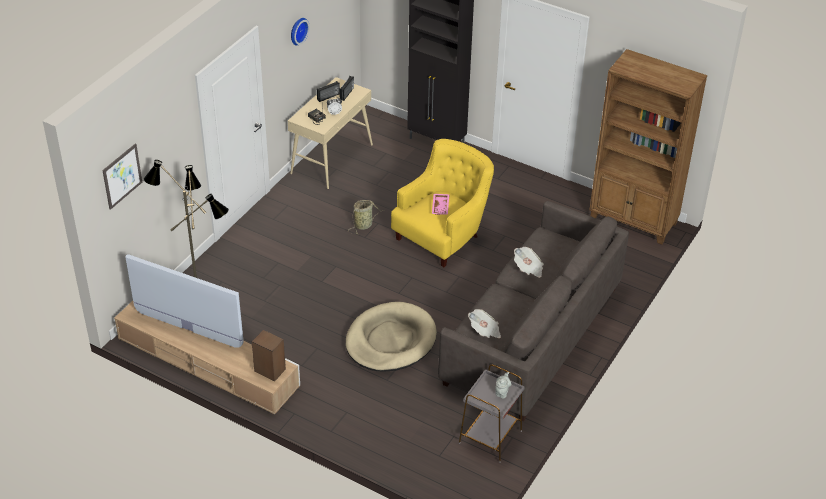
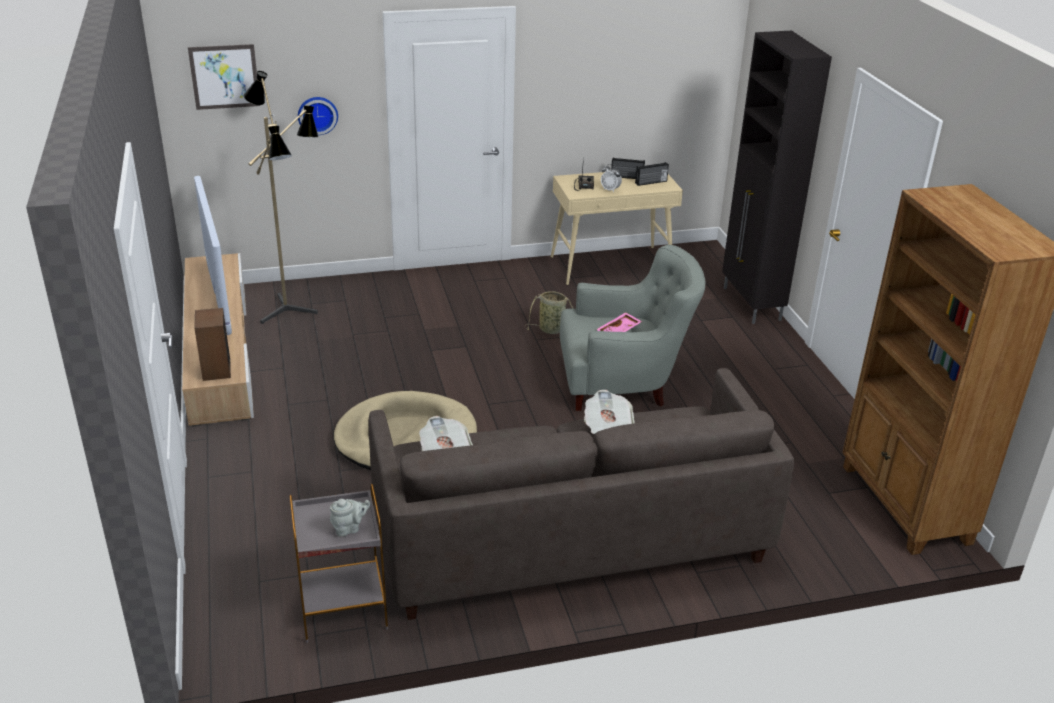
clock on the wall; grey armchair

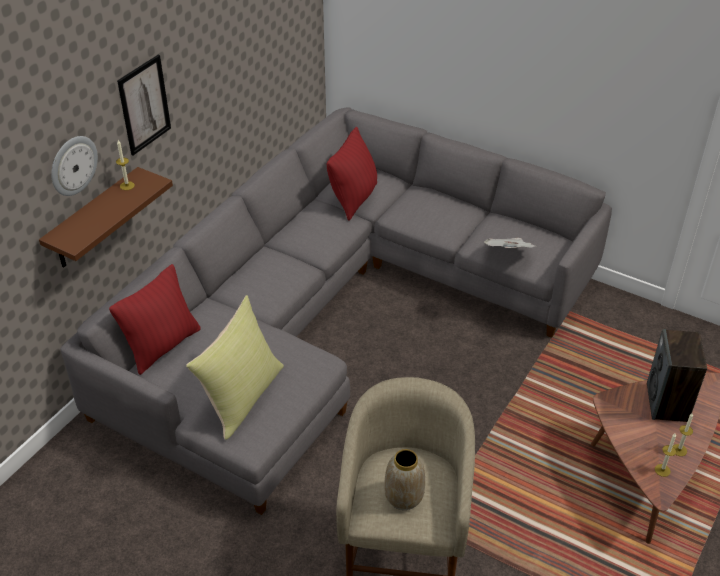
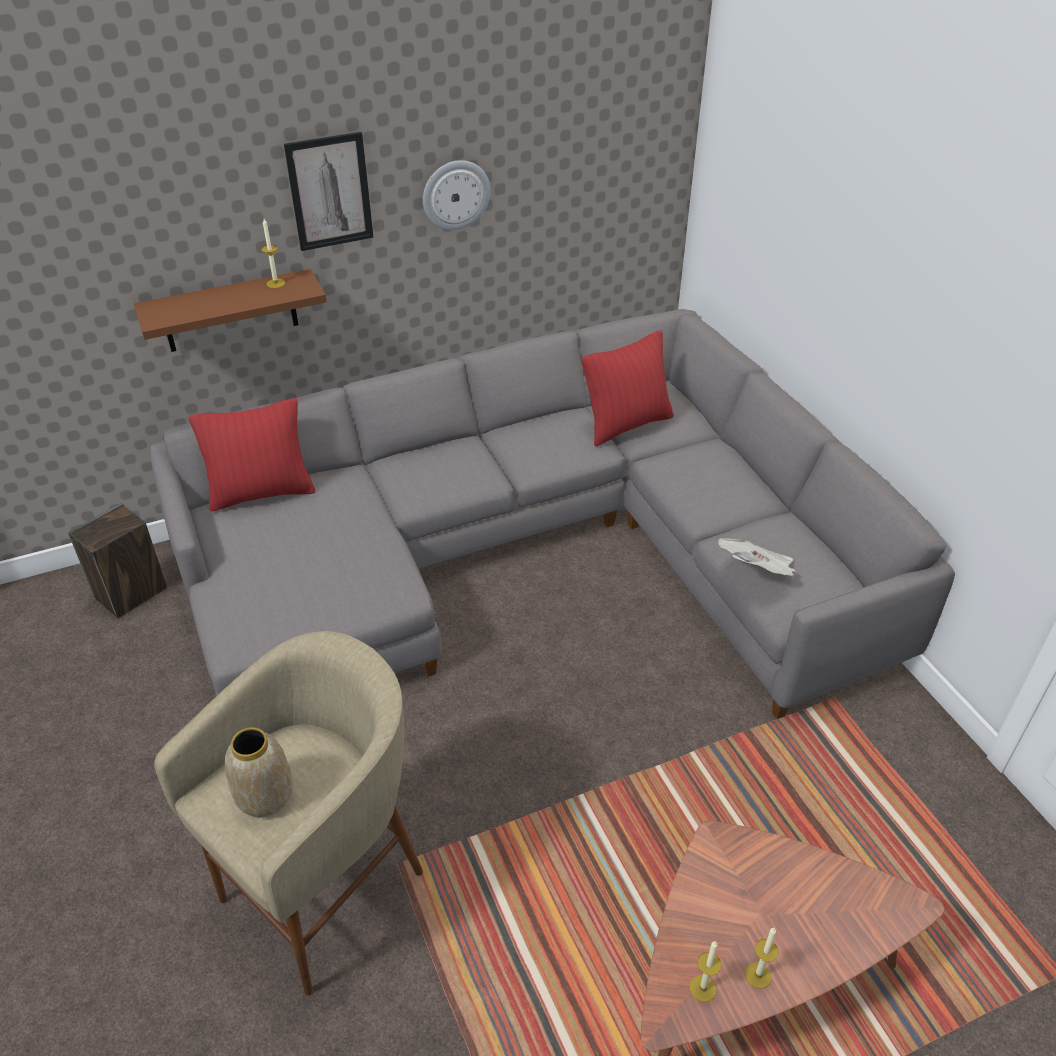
clock on the wall; yellow throw pillow; audio speaker

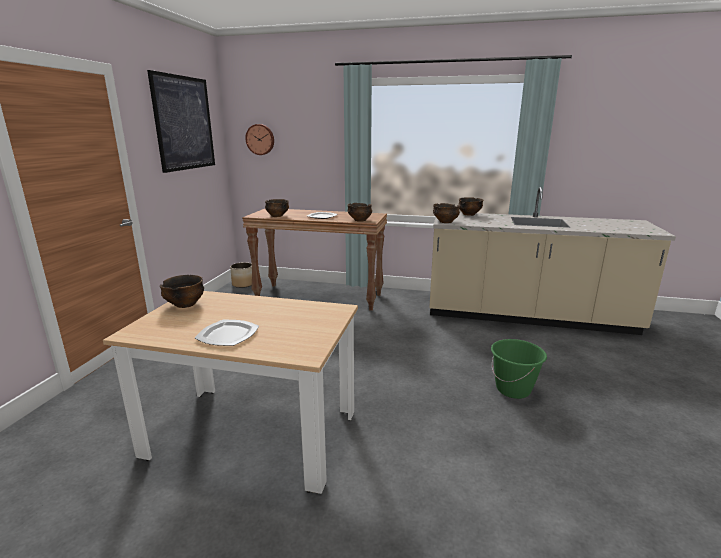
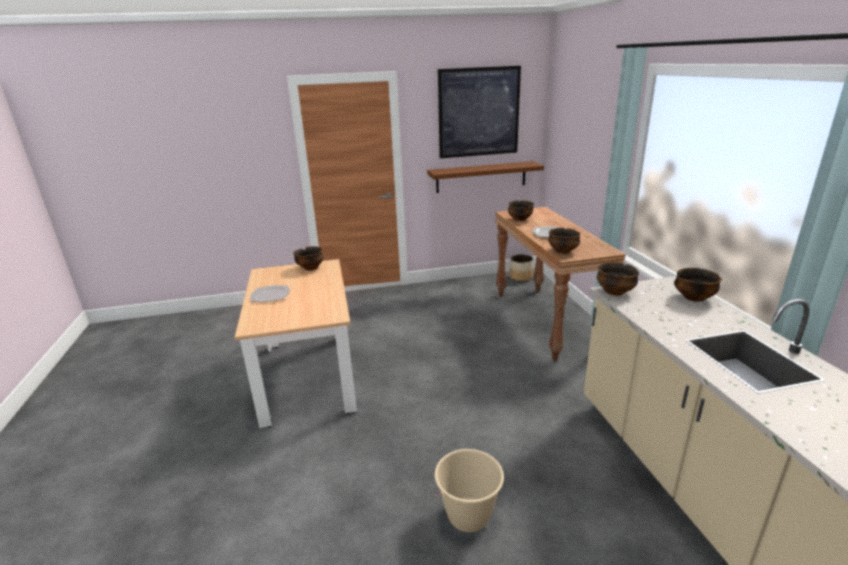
clock on the wall; beige pail; brownish shelf

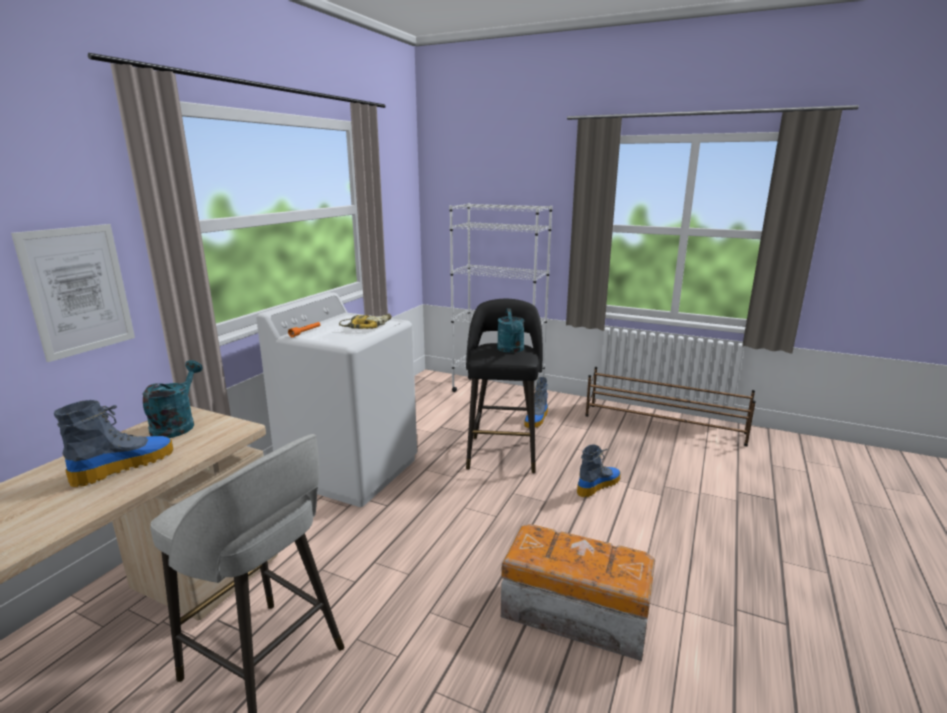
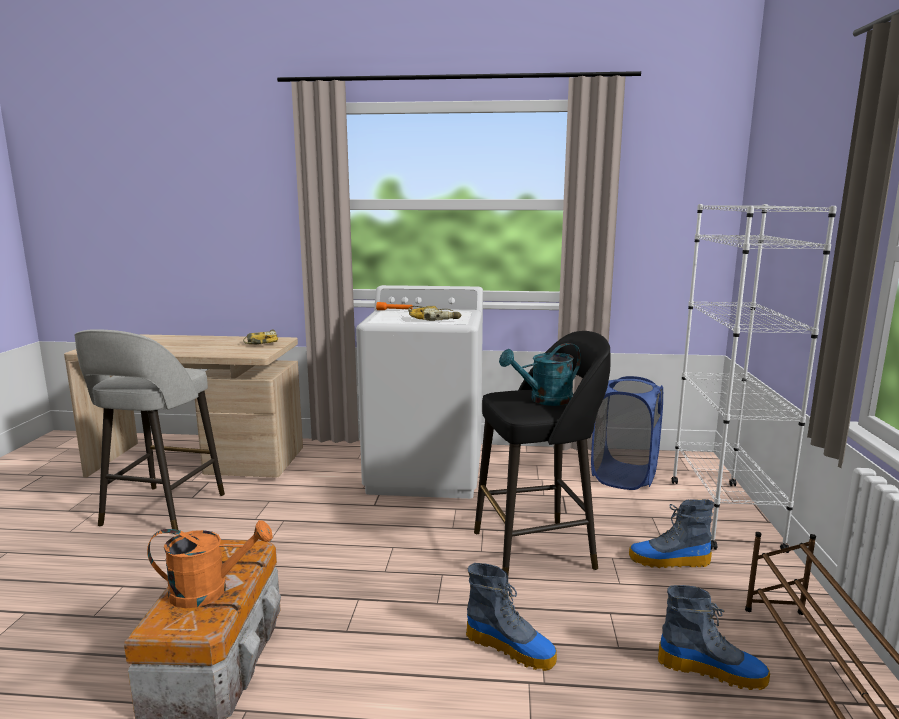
wall art; power drill (1st from left); boot (3rd from left); blue hamper; orange watering can

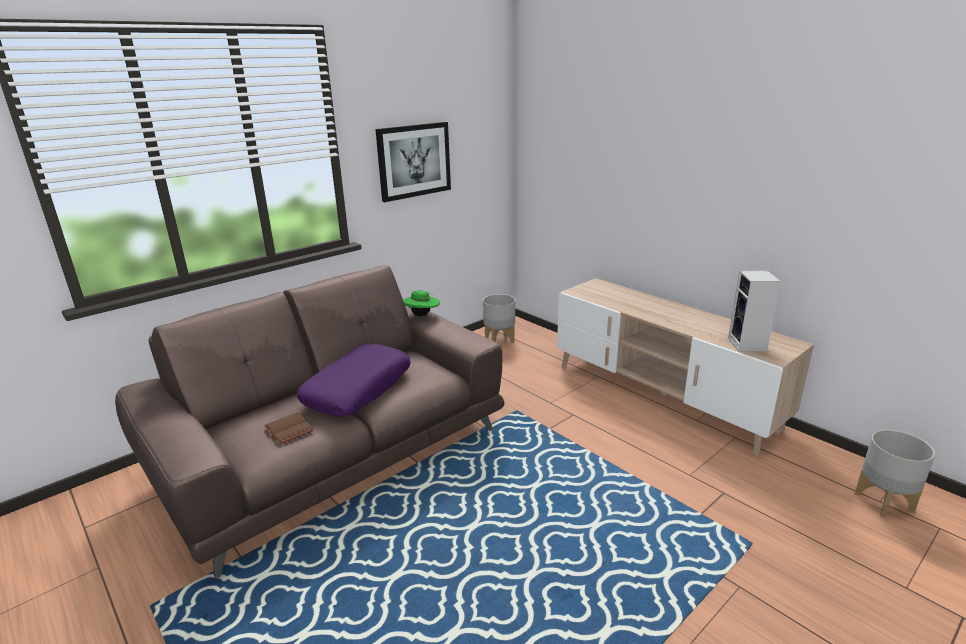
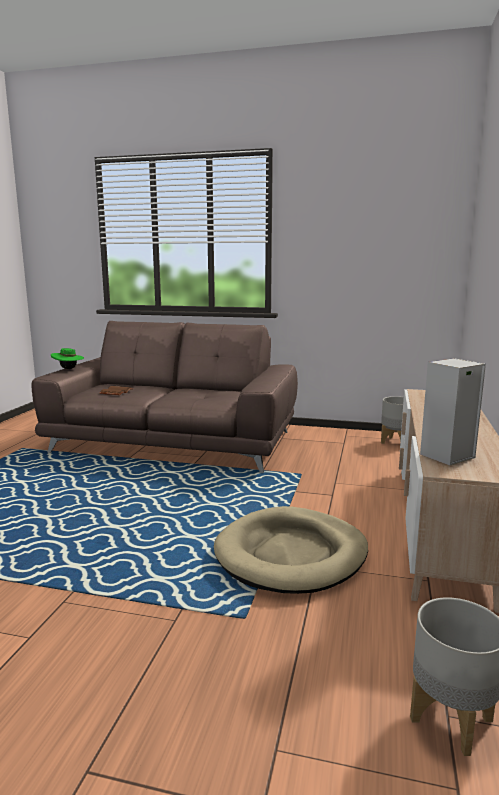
wall art; greenish wearable hat; purple-coloured throw pillow; beige pet bed

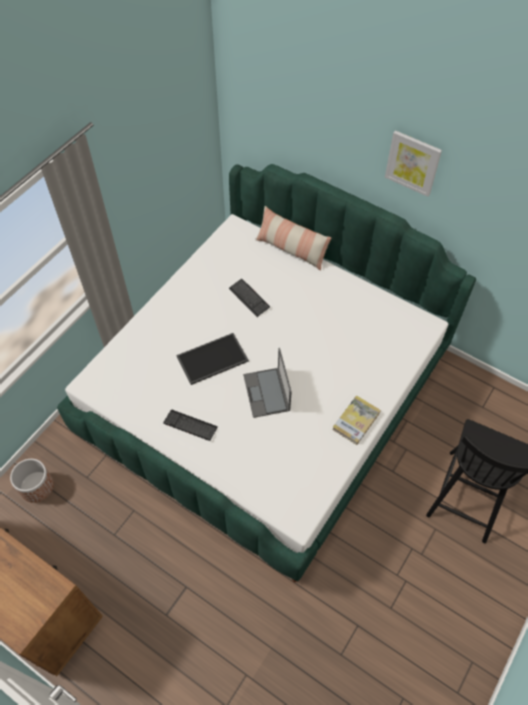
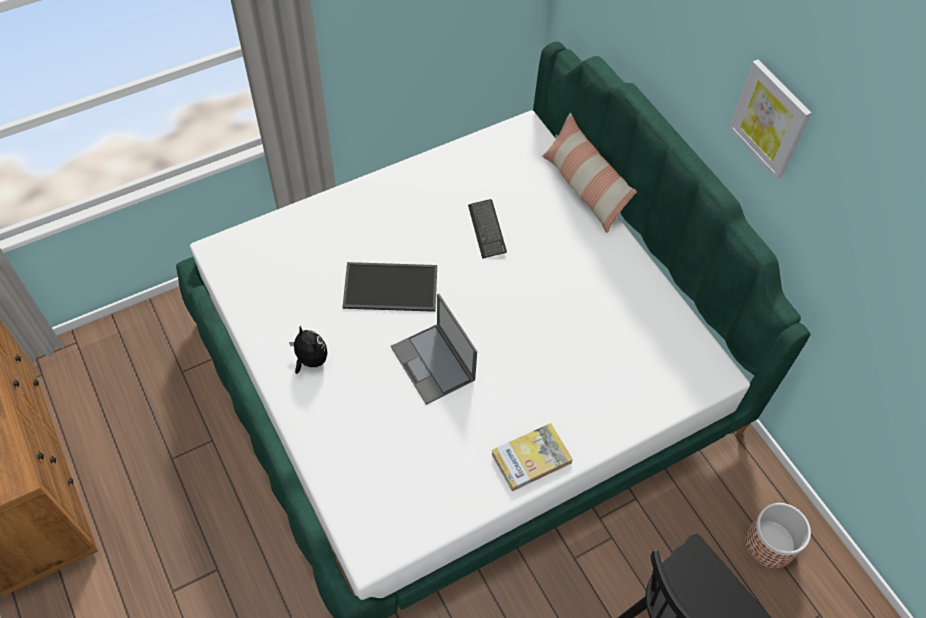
notebook computer; cuddly toy; flower pot

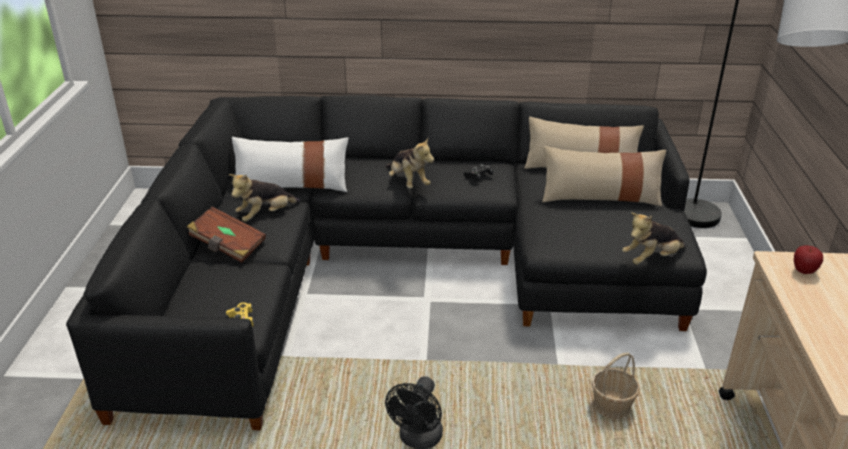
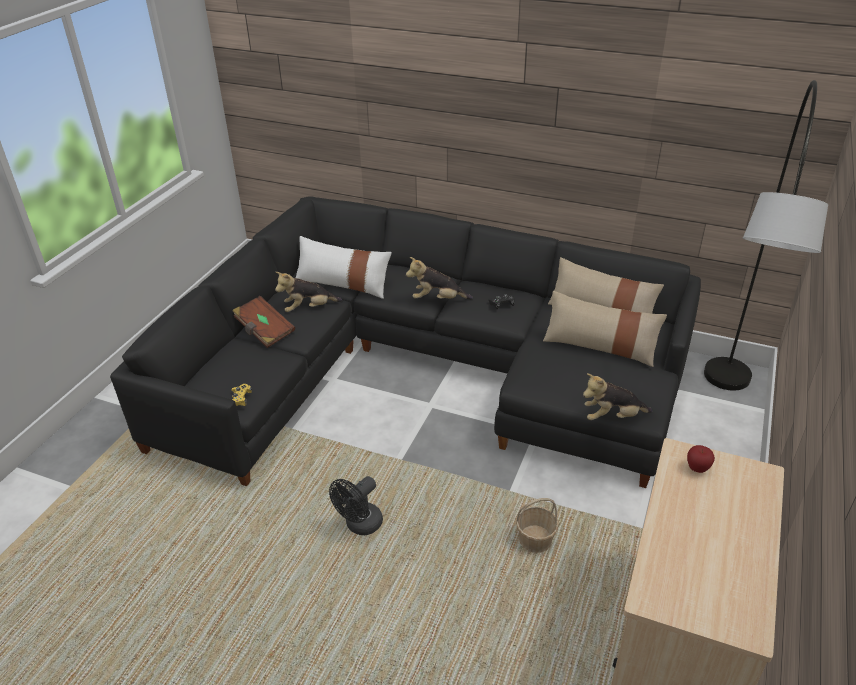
cuddly toy (2nd from left)

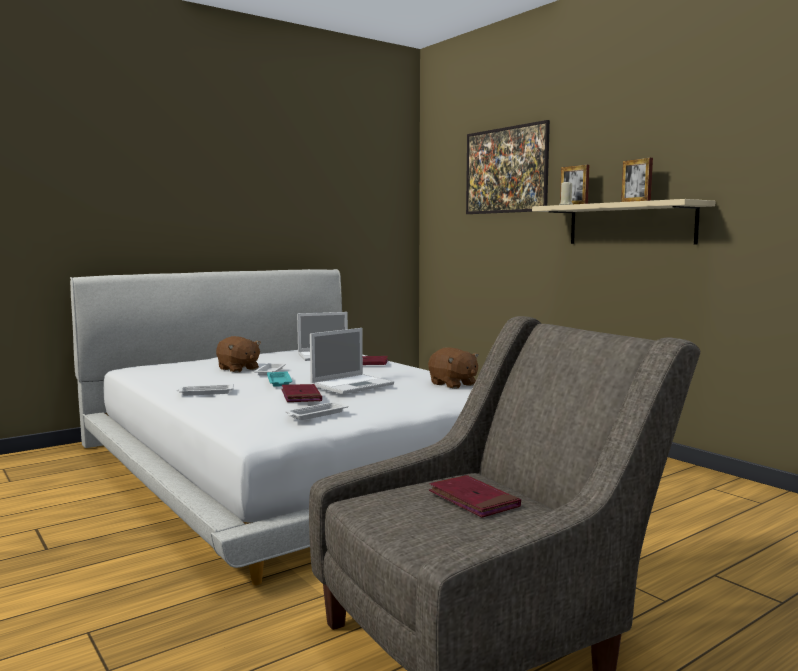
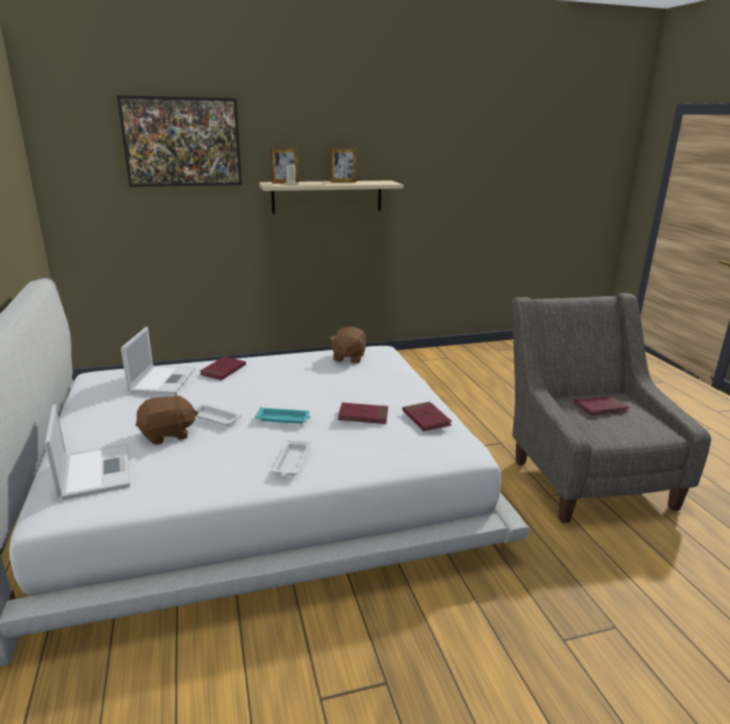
notebook computer (1st from left); brownish cuddly toy (2nd from left); red-coloured bound book (3rd from left)

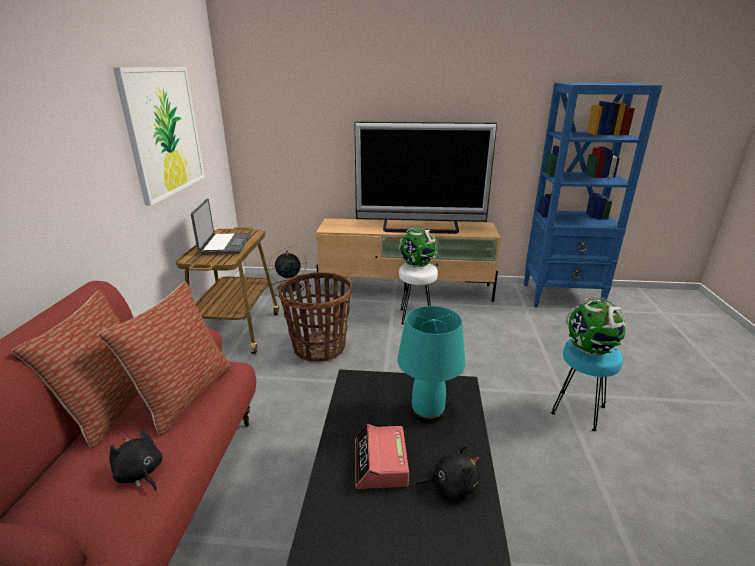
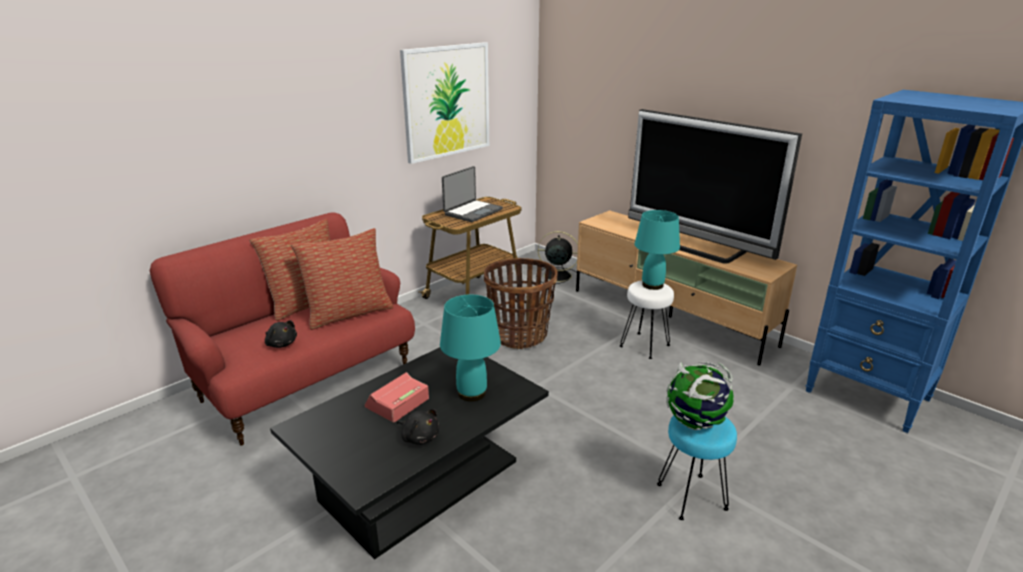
turquoise tabletop lamp (2nd from left); black-coloured cuddly toy (1st from left)

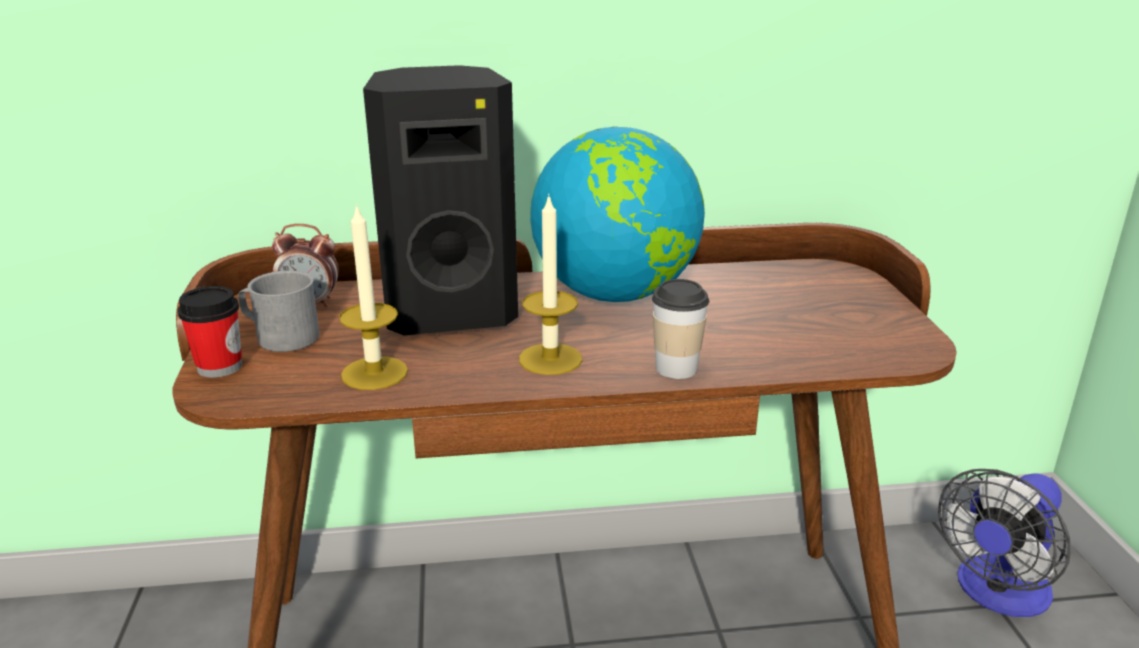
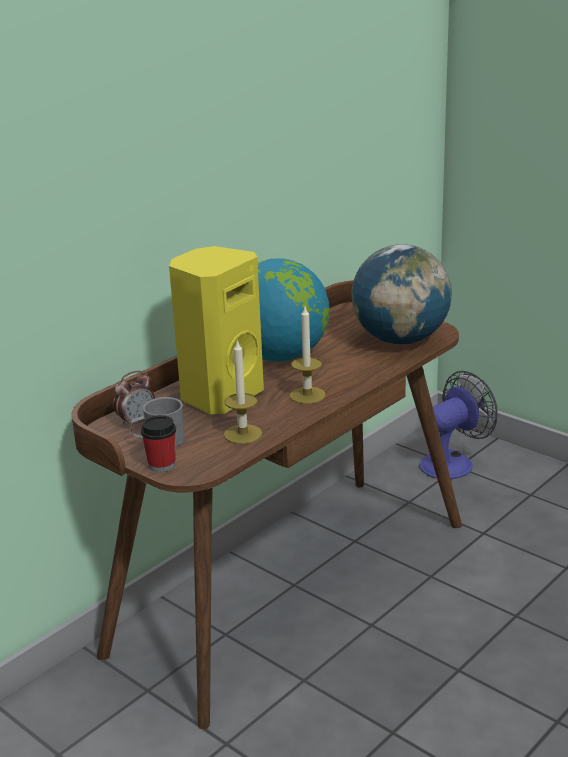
yellow audio speaker; small cup (2nd from left in the first image); fan; globe (2nd from left)

